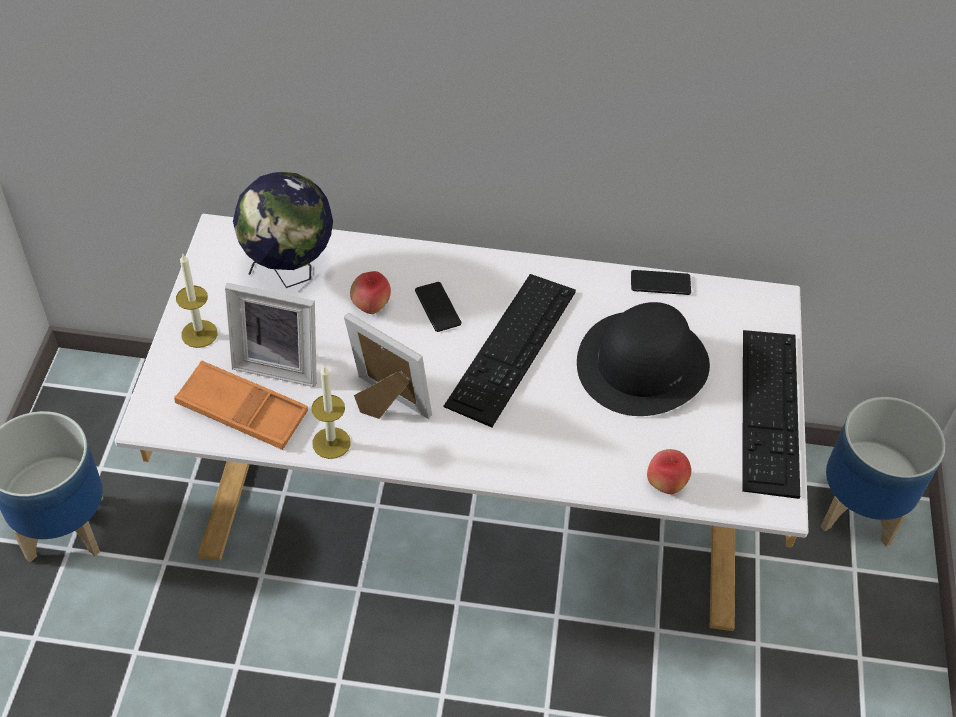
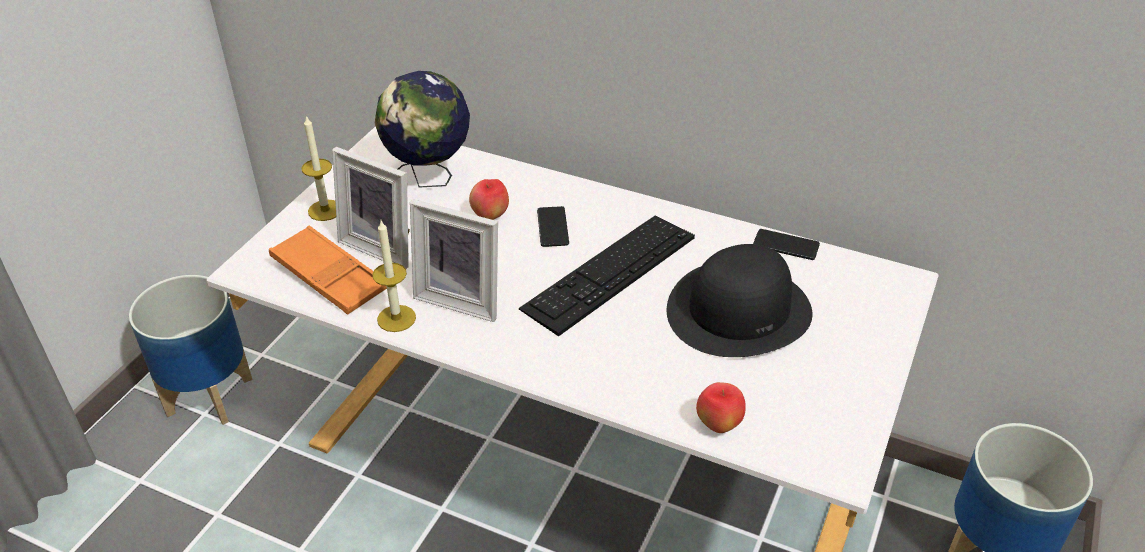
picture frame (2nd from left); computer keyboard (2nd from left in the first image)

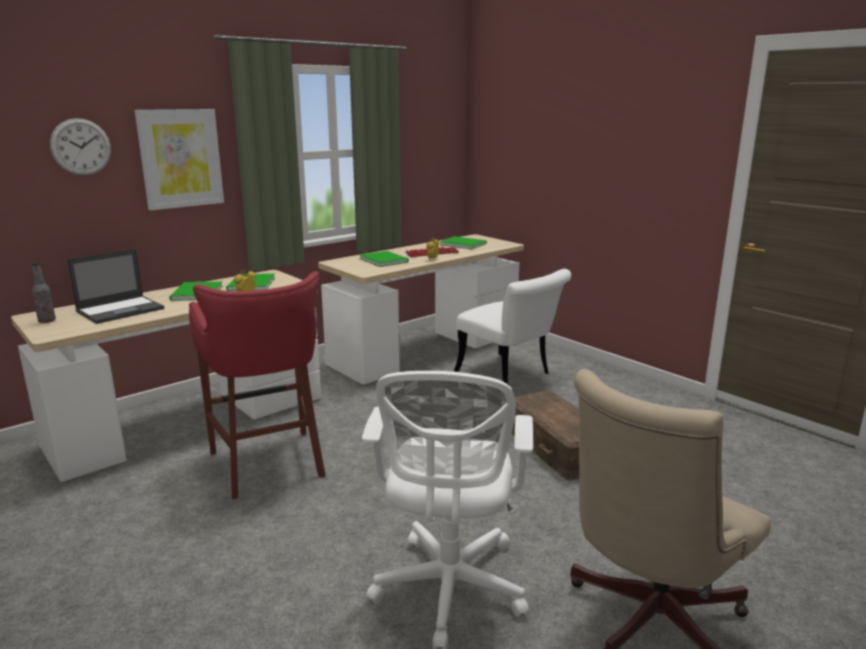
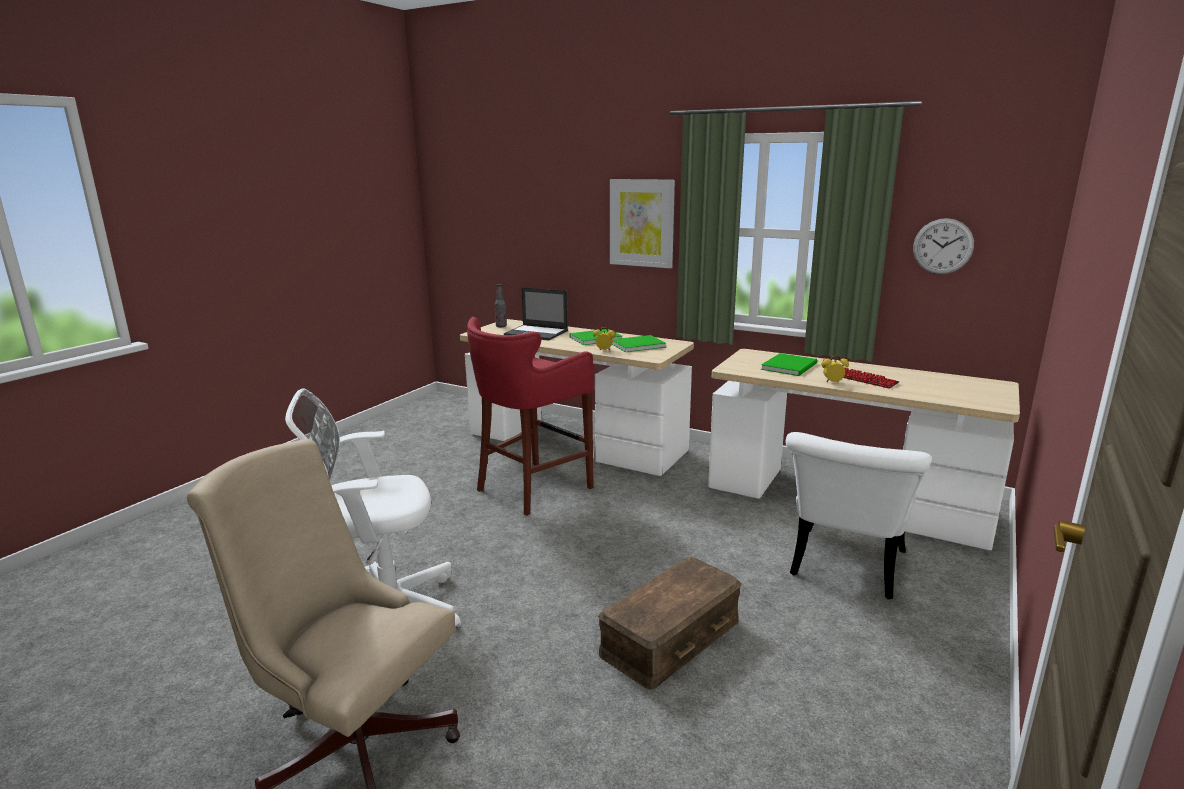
clock on the wall; greenish bound book (4th from left in the first image)

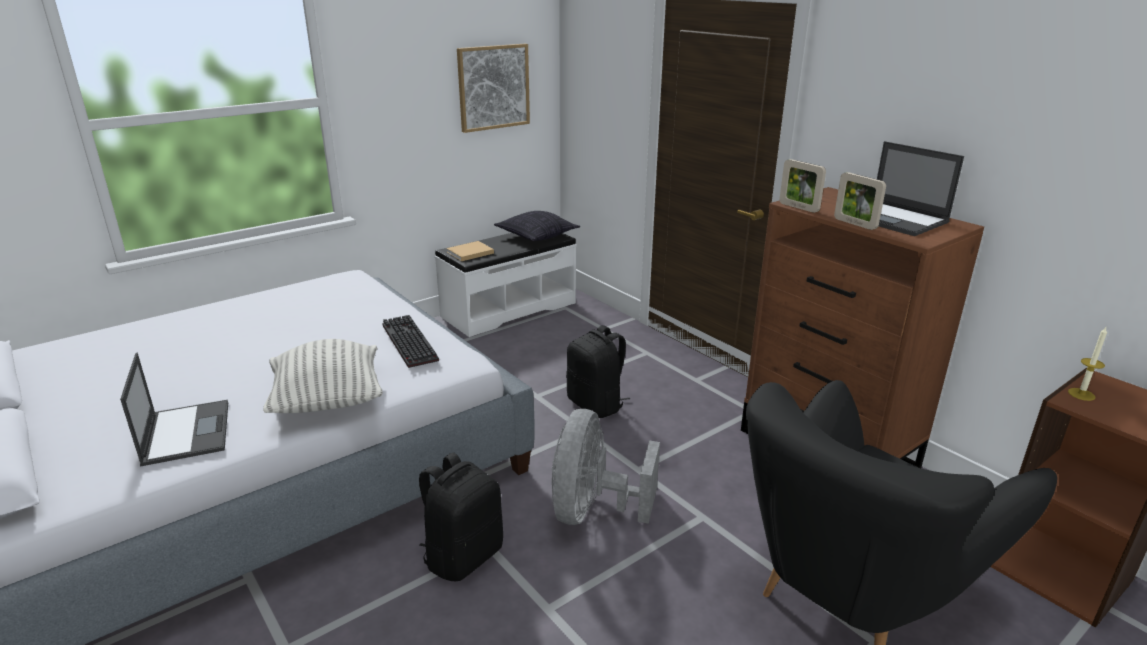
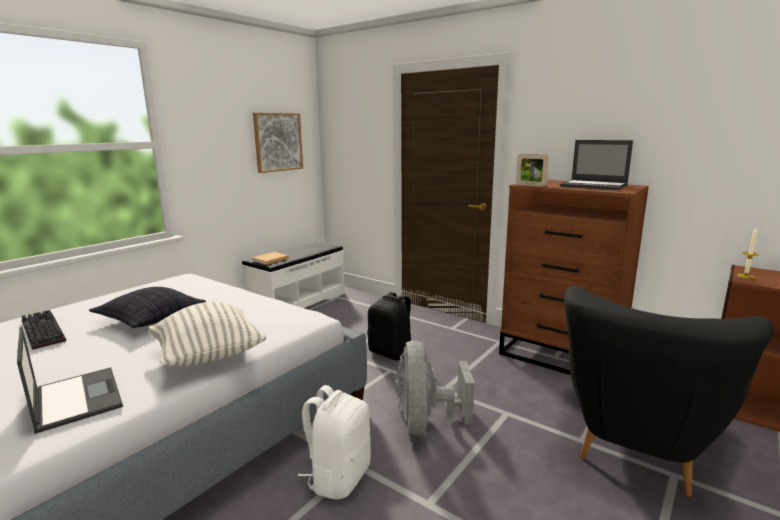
picture frame (2nd from left in the first image); throw pillow (1st from left); computer keyboard; white rucksack

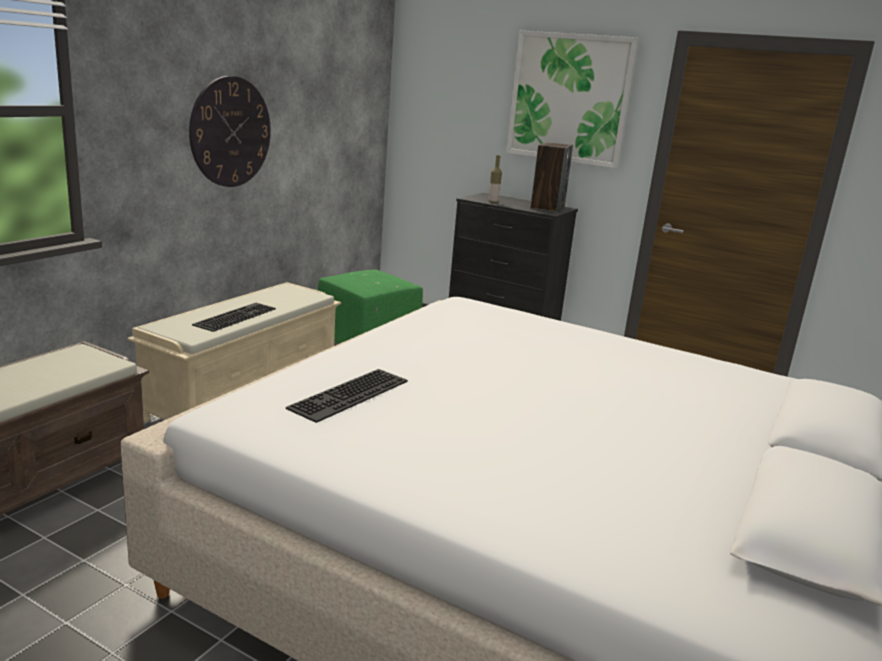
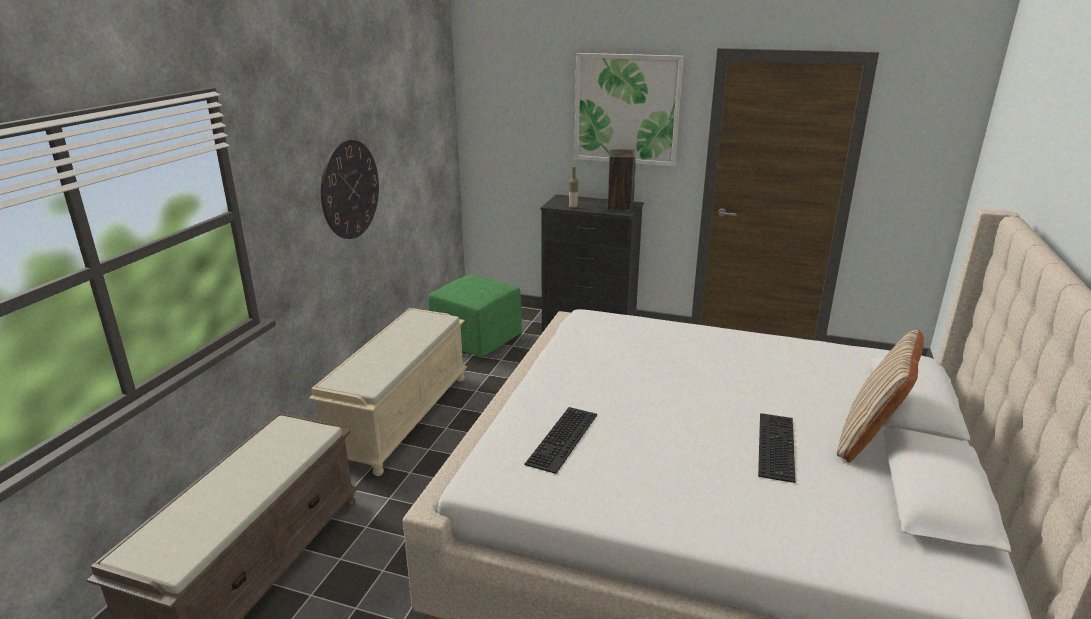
computer keyboard (2nd from left); beige throw pillow

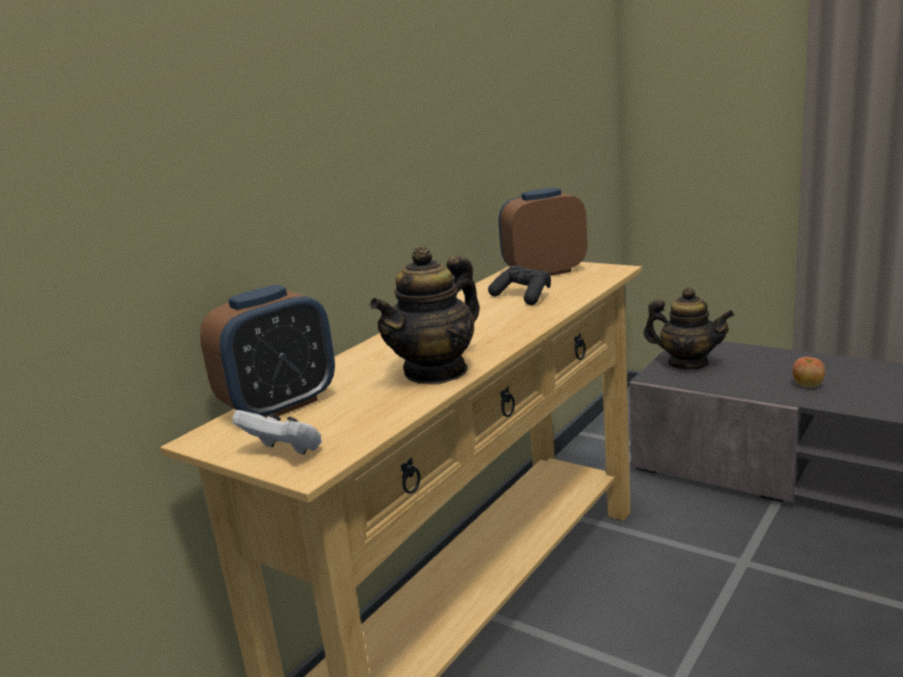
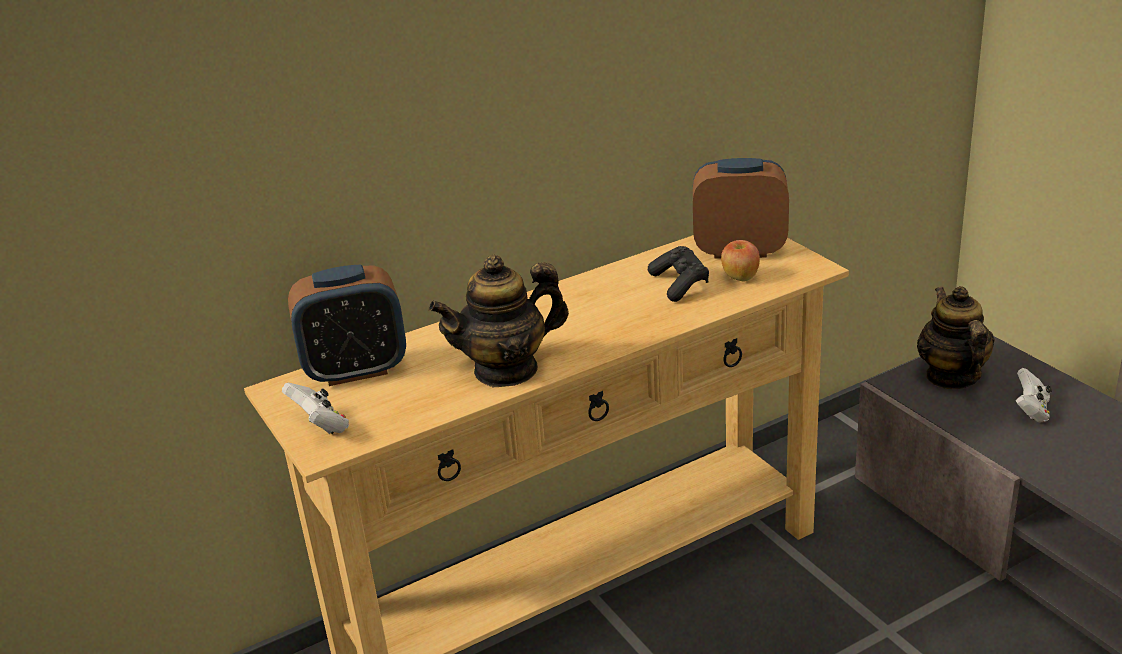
pot for tea (2nd from left); whole apple; white game controller (2nd from left)

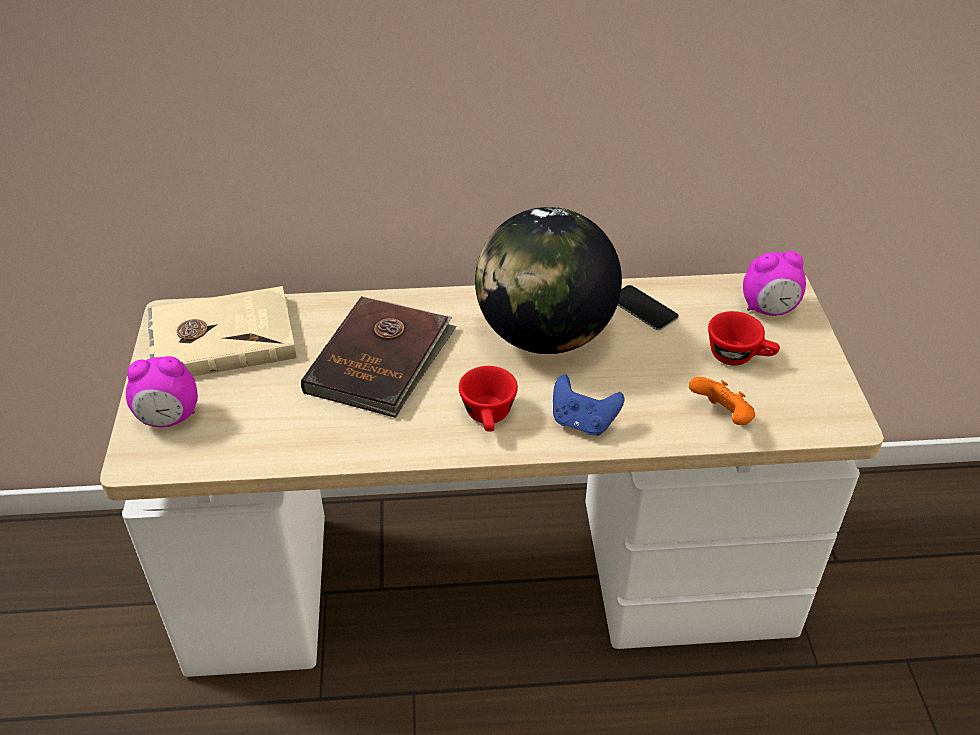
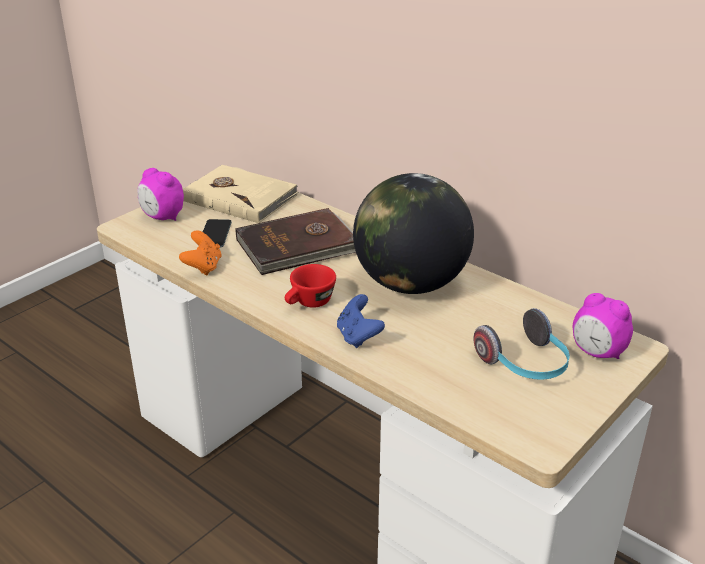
telephone; pair of headphones; orange game controller

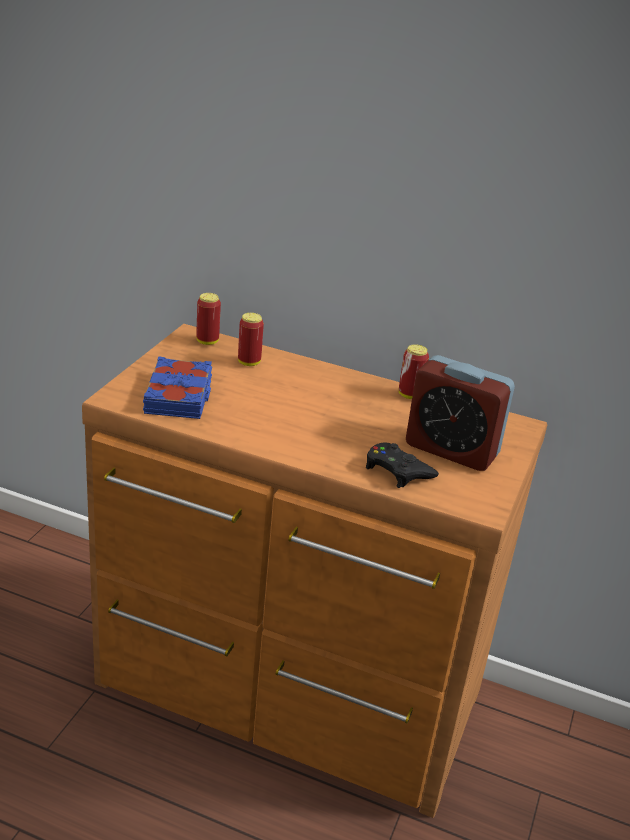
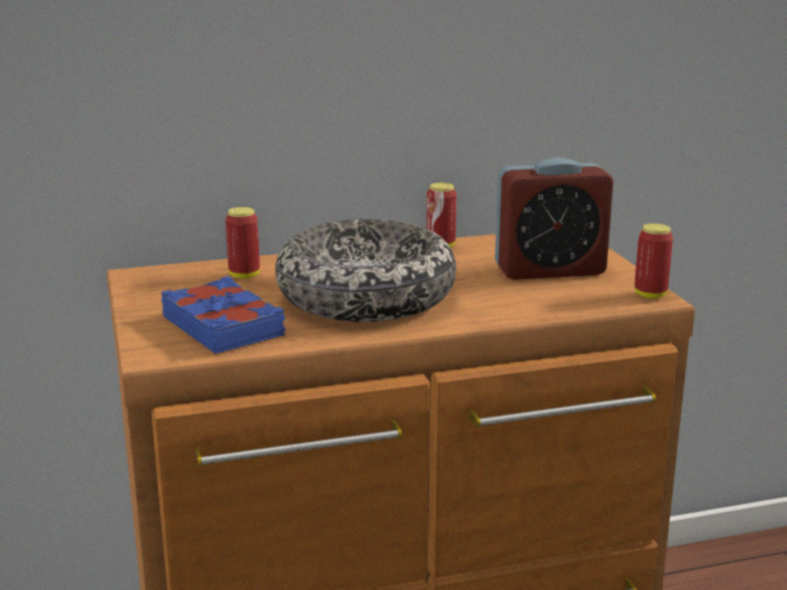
metal can (3rd from left); black-coloured game controller; deep dish

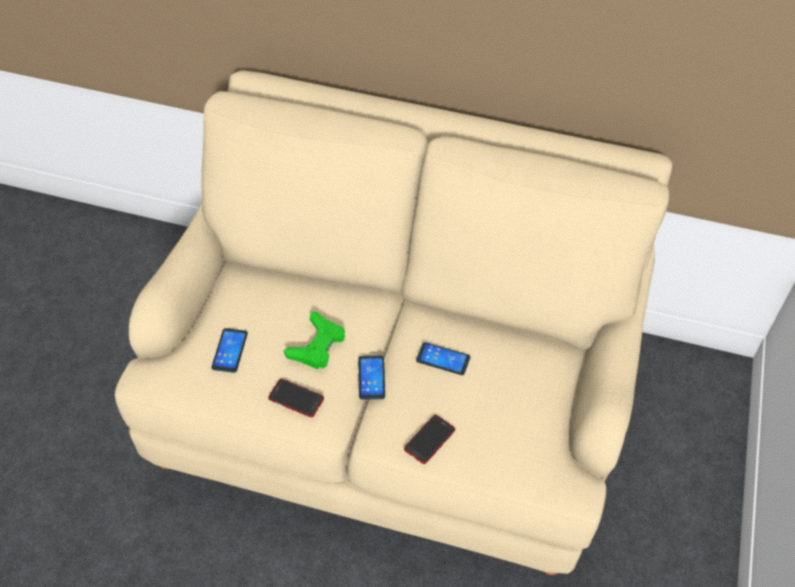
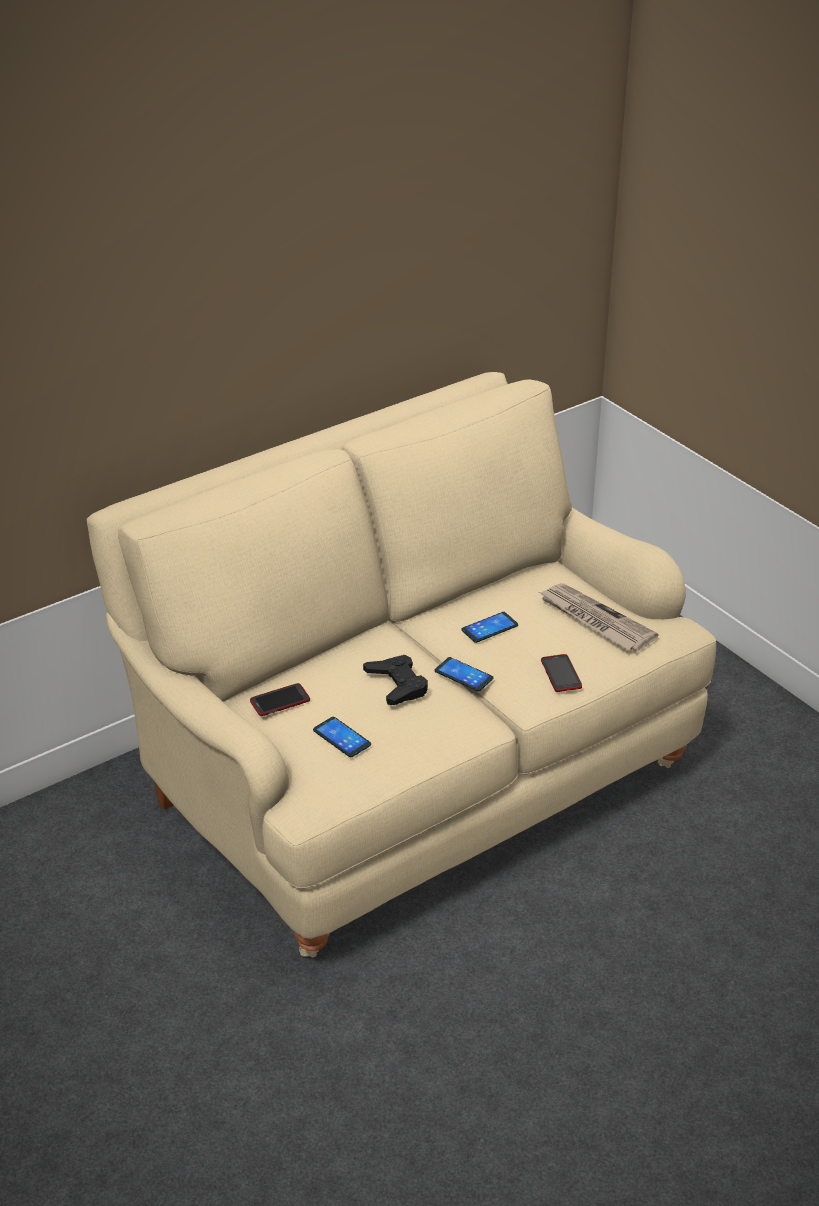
black-coloured game controller; telephone (1st from left); newspaper

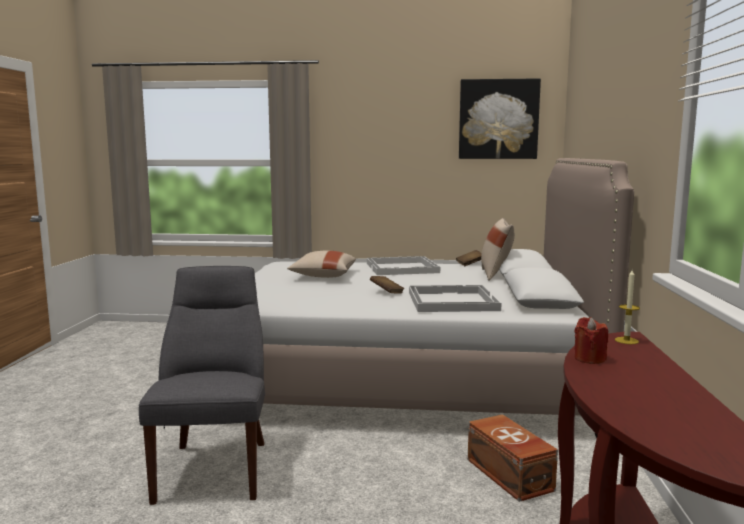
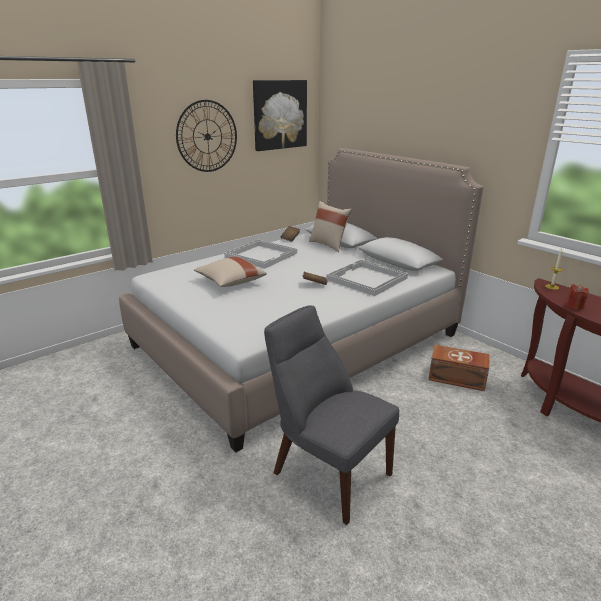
clock on the wall

